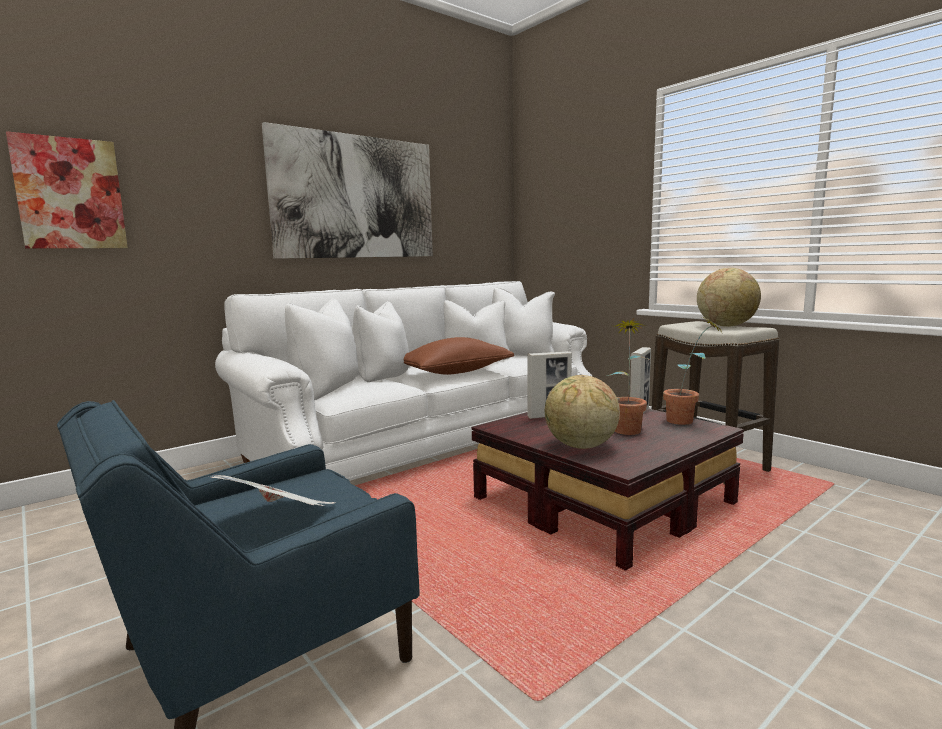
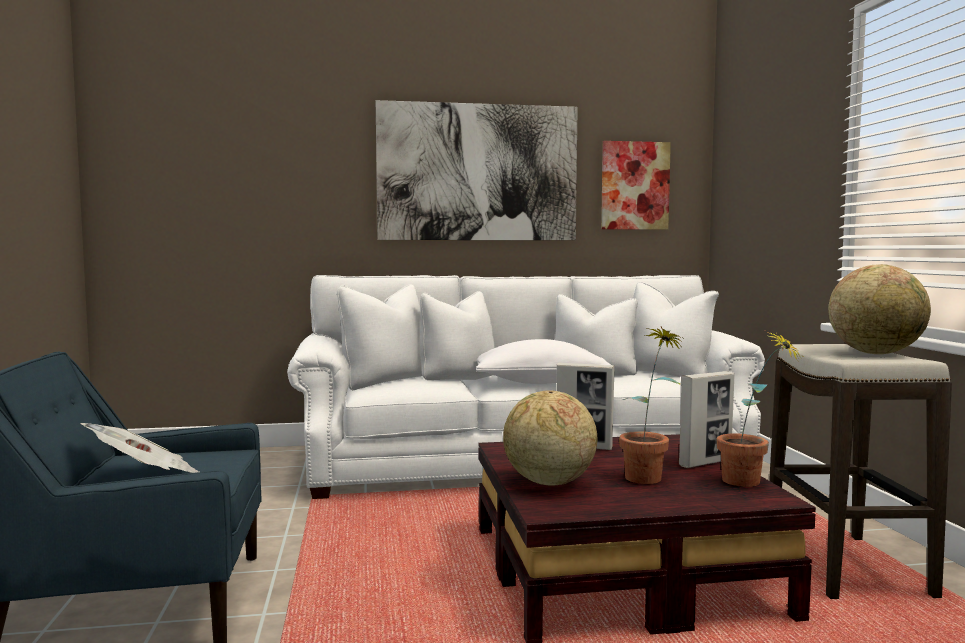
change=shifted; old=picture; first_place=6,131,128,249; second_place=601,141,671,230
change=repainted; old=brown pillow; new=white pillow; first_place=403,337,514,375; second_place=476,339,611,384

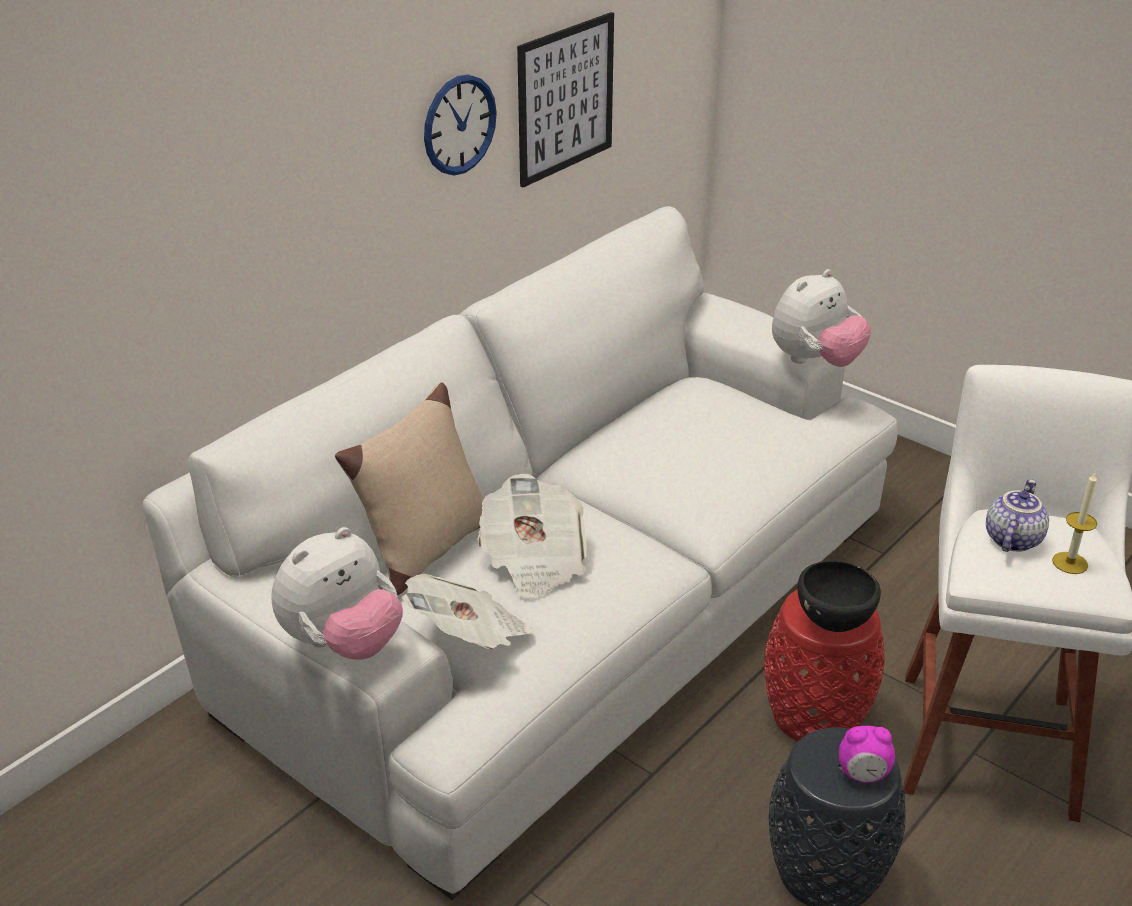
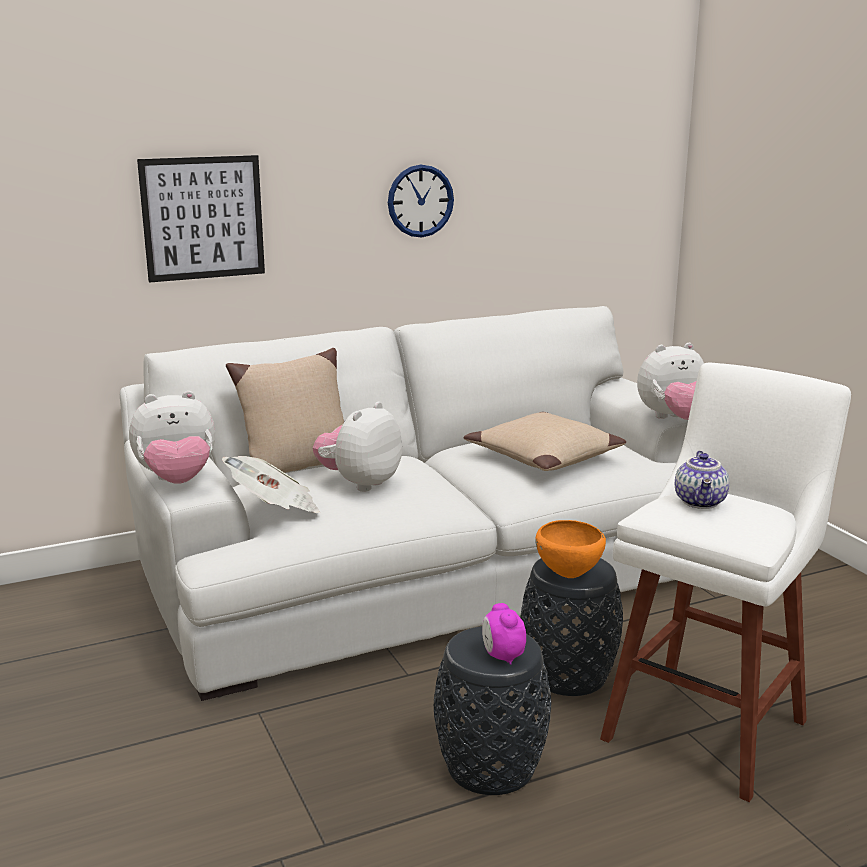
change=gone; old=candle; first_place=1052,473,1097,574
change=new; new=beige pillow; second_place=464,412,626,471
change=shifted; old=picture; first_place=517,12,614,188; second_place=137,155,265,283
change=swapped; old=newspaper; new=plush toy; first_place=478,474,587,599; second_place=313,402,402,492
change=repainted; old=red stool; new=black stool; first_place=764,590,885,741; second_place=521,558,623,696
change=repainted; old=black bowl; new=orange bowl; first_place=797,560,881,632; second_place=535,520,606,578
change=rotated; old=alarm clock; first_place=839,726,895,783; second_place=482,603,526,665; degrees=45
change=rotated; old=teapot; first_place=986,479,1049,552; second_place=675,451,729,509; degrees=135

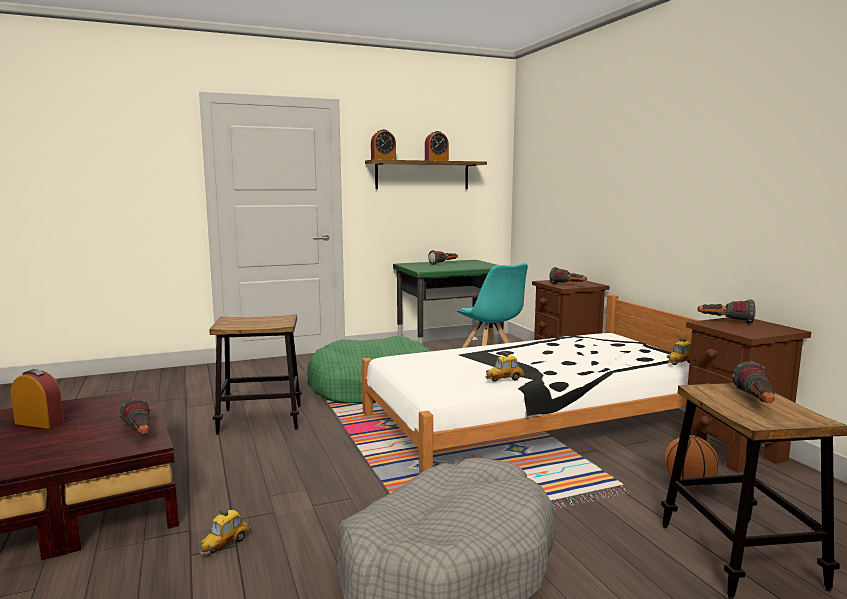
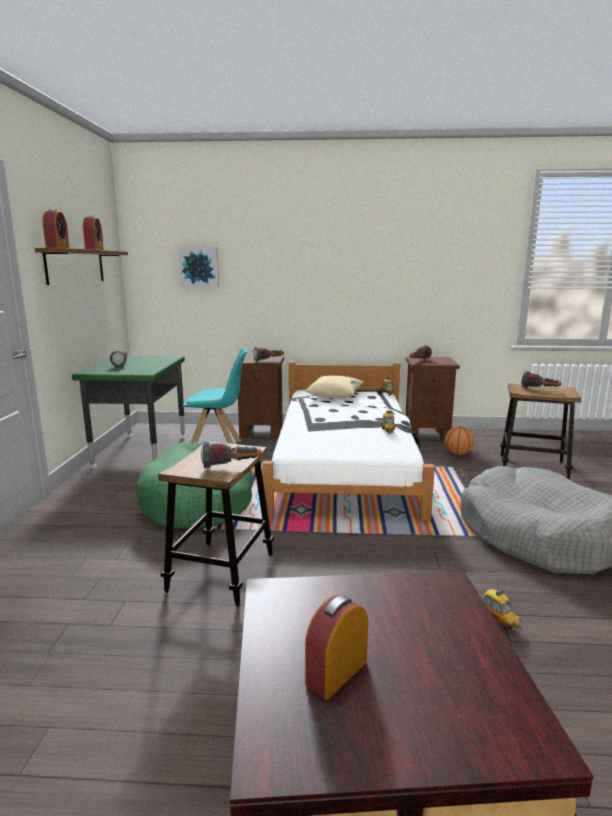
change=new; new=picture; second_place=178,247,219,287
change=new; new=beige pillow; second_place=305,375,363,398
change=shifted; old=flashlight; first_place=119,398,151,434; second_place=201,442,262,468

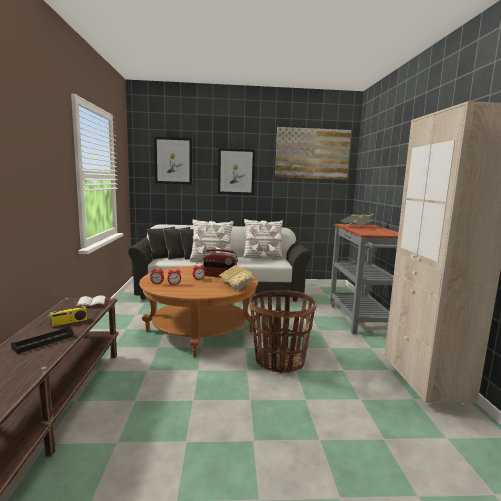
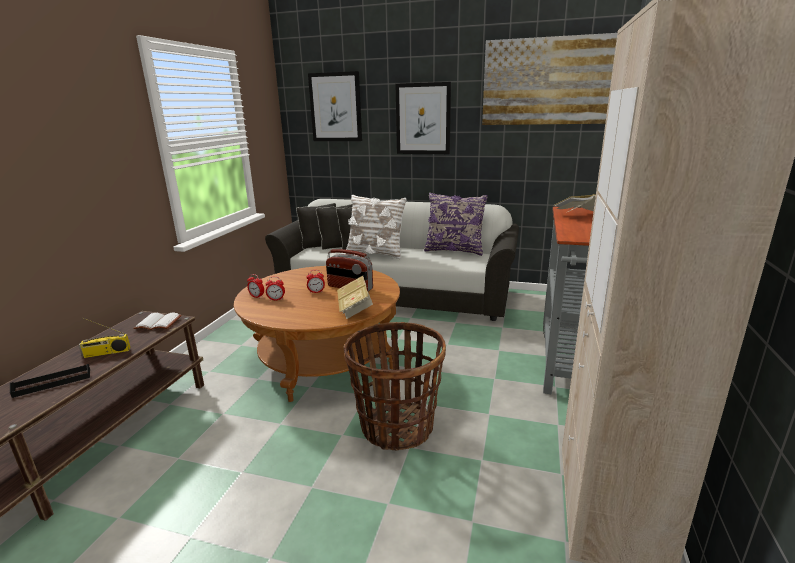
change=repainted; old=white pillow; new=purple pillow; first_place=243,219,283,259; second_place=424,193,488,256

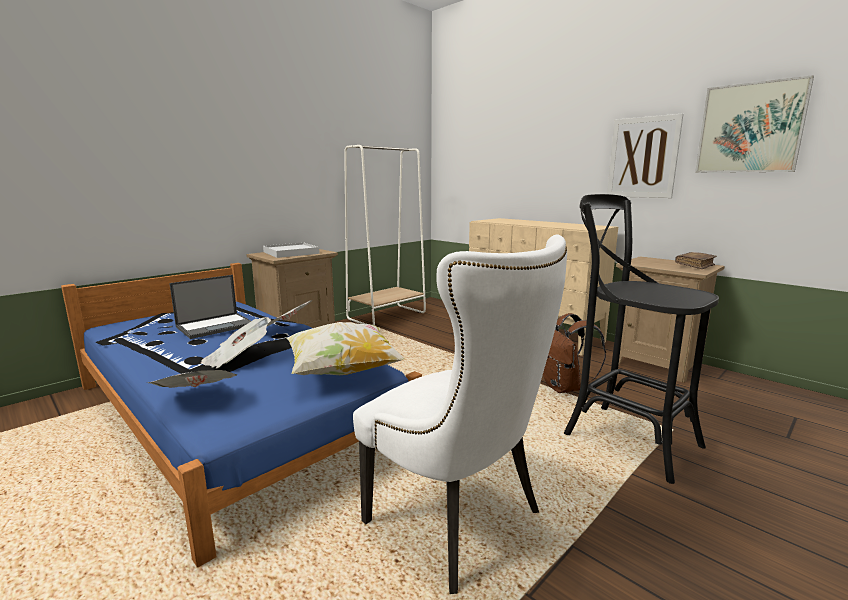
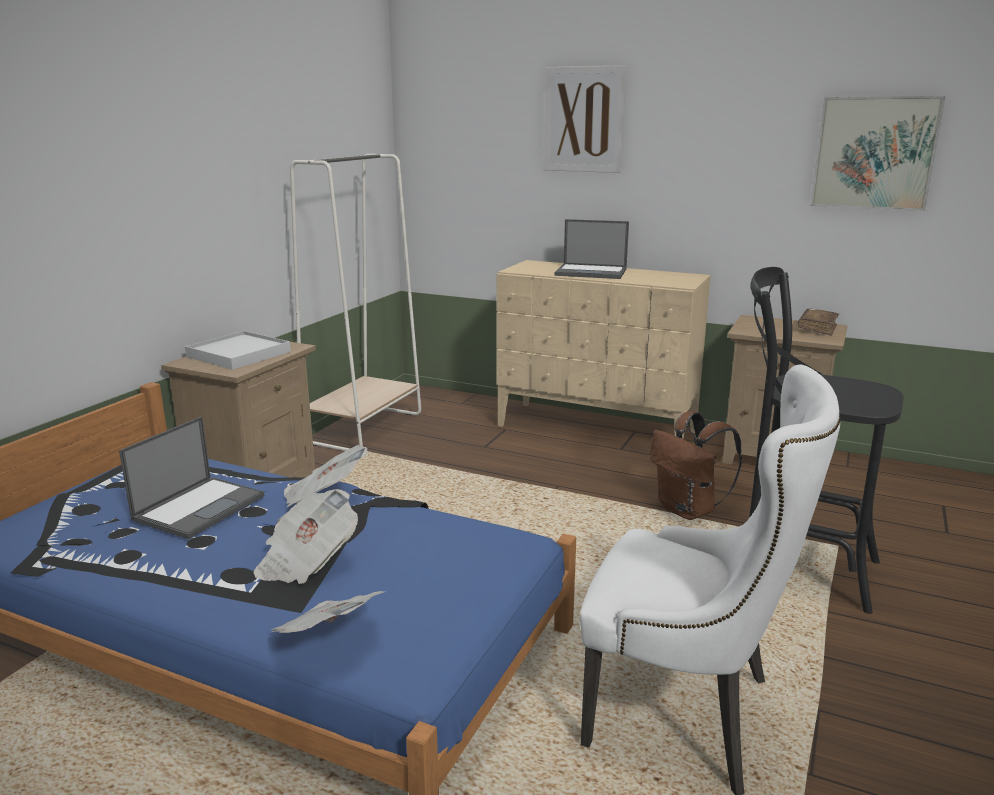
change=gone; old=pillow; first_place=287,322,405,375
change=new; new=laptop; second_place=554,219,629,279
change=shifted; old=picture; first_place=607,113,684,198; second_place=544,65,626,173

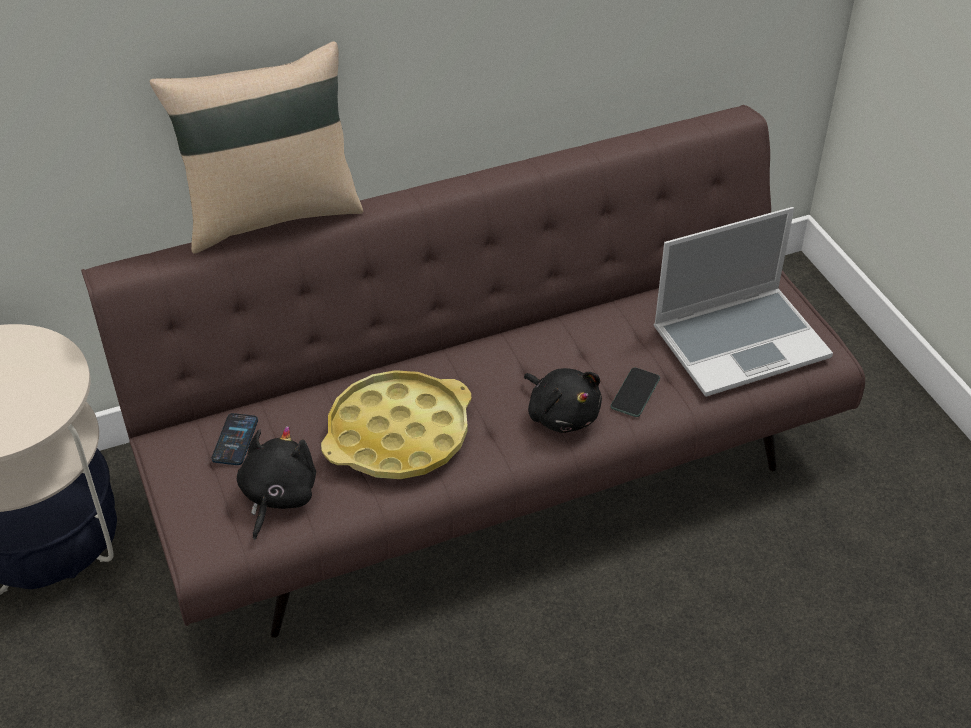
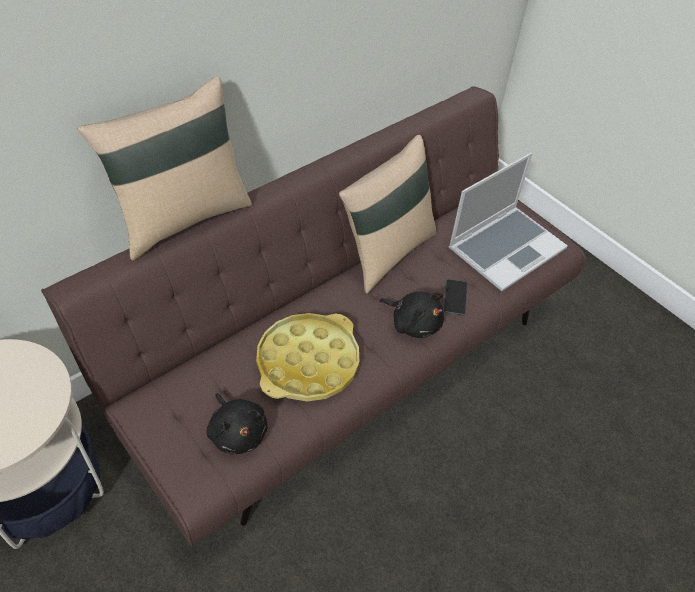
change=gone; old=phone; first_place=211,413,258,465
change=new; new=beige pillow; second_place=339,135,436,294
change=rotated; old=black plush toy; first_place=237,426,316,540; second_place=207,393,268,455; degrees=150

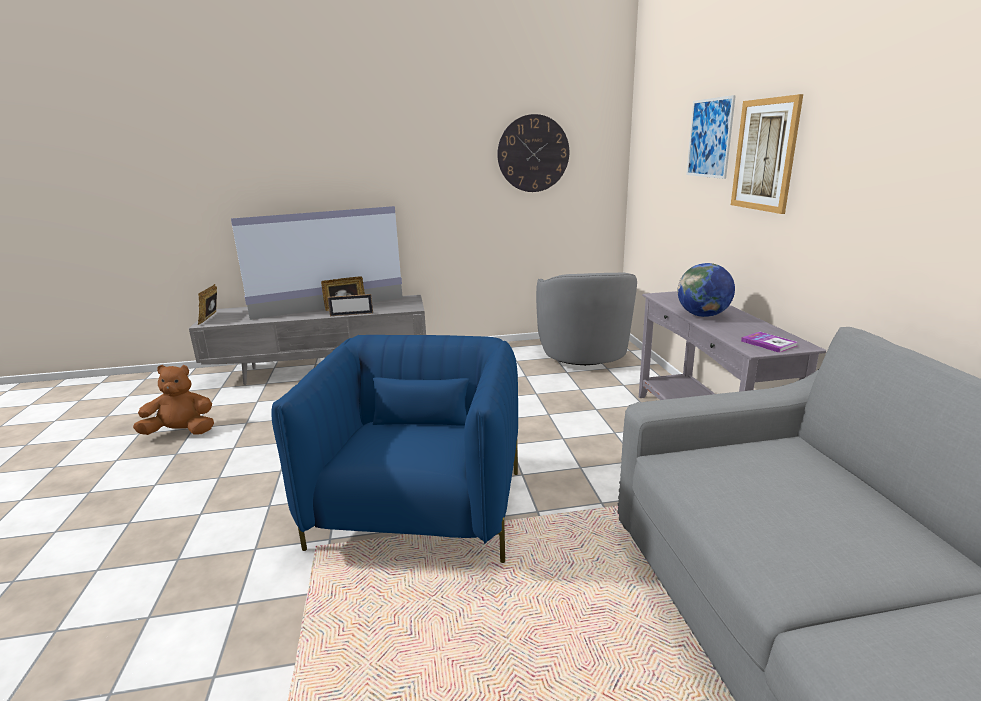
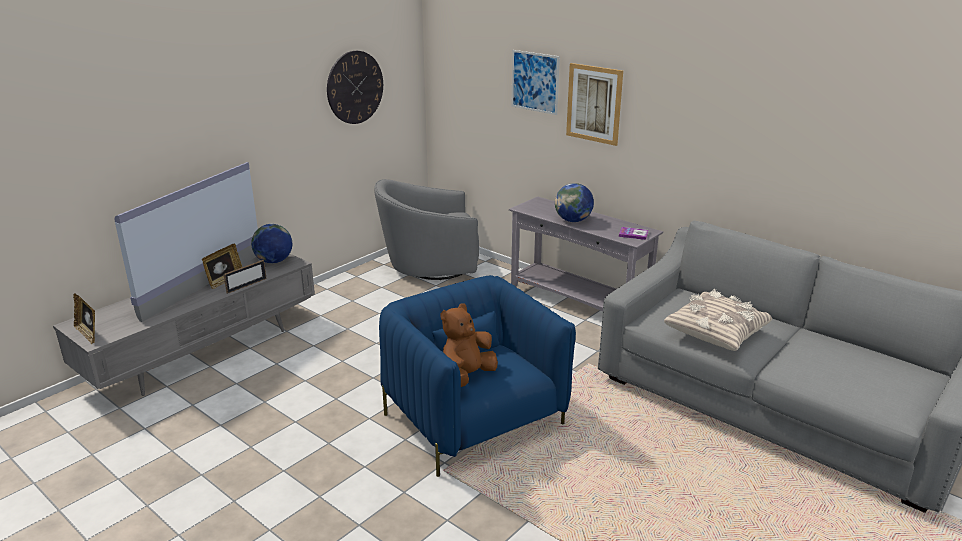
change=new; new=globe; second_place=251,224,292,263
change=new; new=beige pillow; second_place=664,289,772,351
change=shifted; old=brown plush toy; first_place=133,365,214,435; second_place=441,304,498,387
change=rotated; old=grey armchair; first_place=536,273,637,366; second_place=374,179,479,280; degrees=120

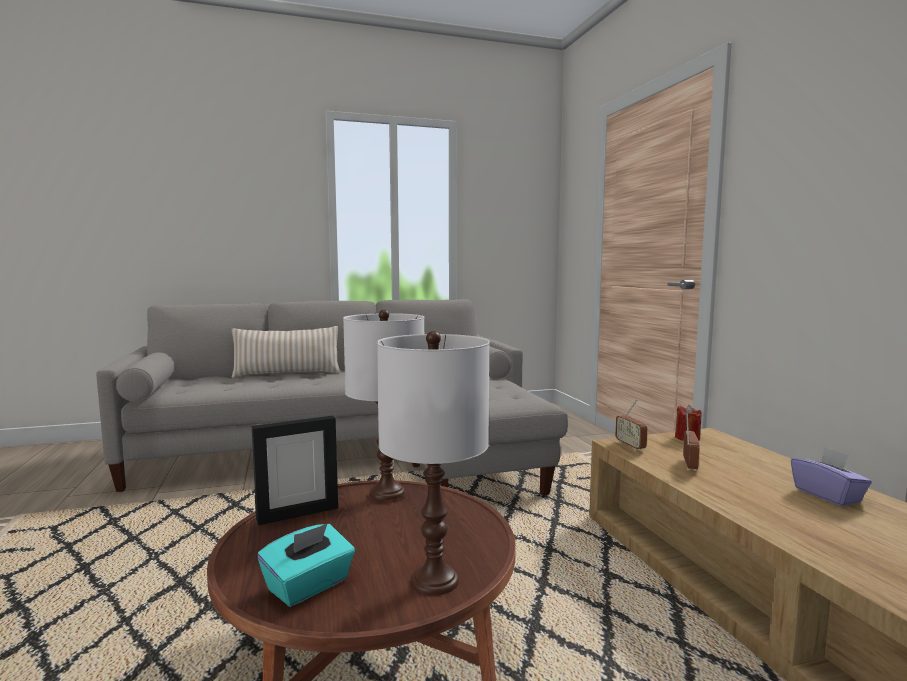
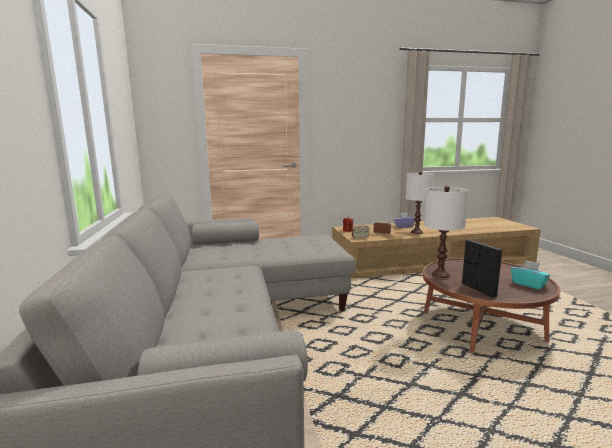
change=gone; old=beige pillow; first_place=231,326,340,378
change=shifted; old=white table lamp; first_place=377,331,490,596; second_place=406,171,434,234

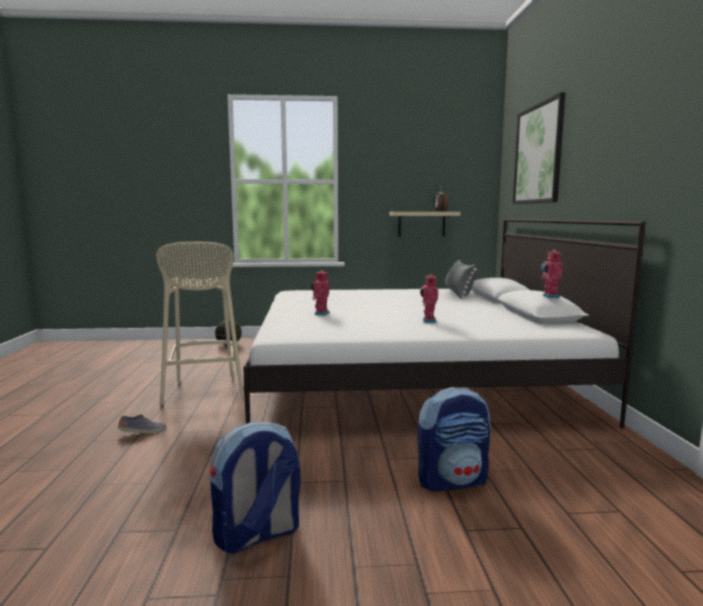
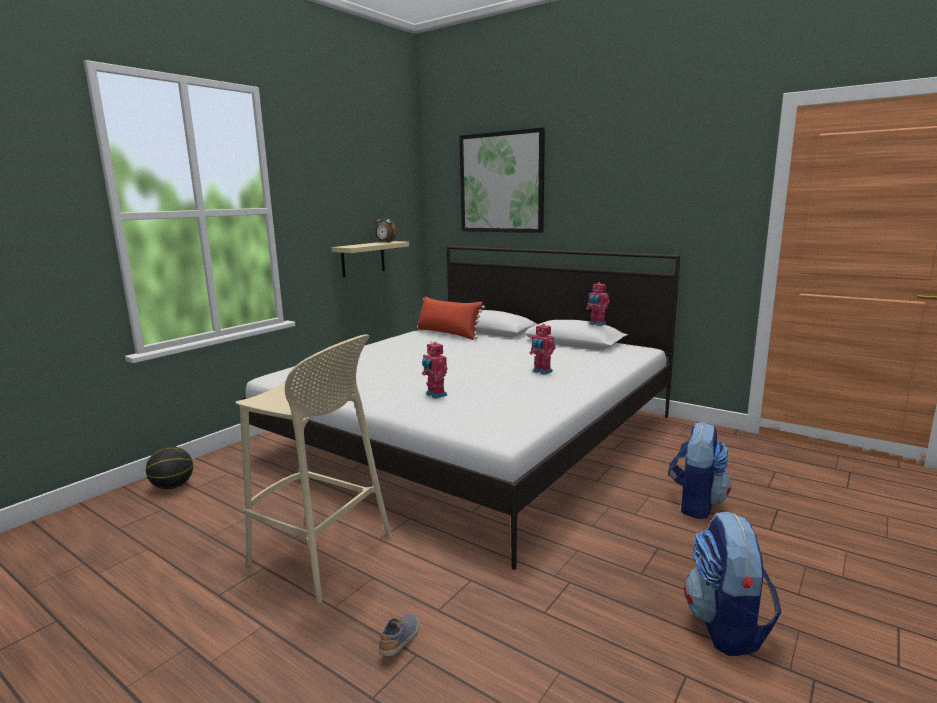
change=repainted; old=grey pillow; new=red pillow; first_place=445,260,477,299; second_place=417,296,485,340

